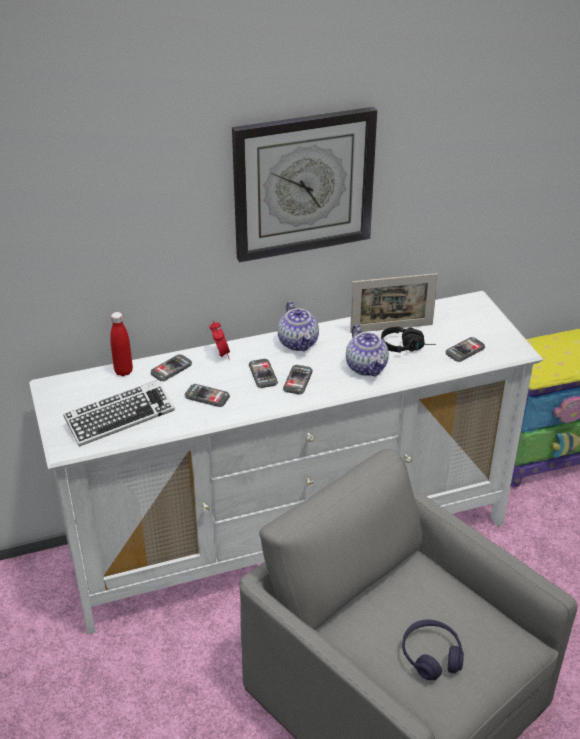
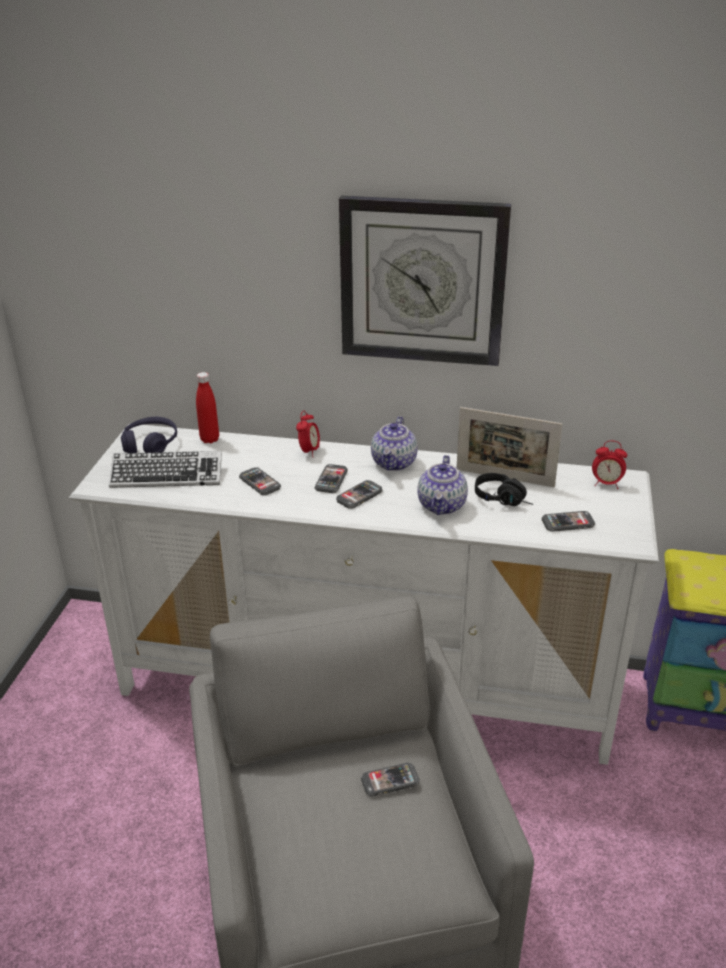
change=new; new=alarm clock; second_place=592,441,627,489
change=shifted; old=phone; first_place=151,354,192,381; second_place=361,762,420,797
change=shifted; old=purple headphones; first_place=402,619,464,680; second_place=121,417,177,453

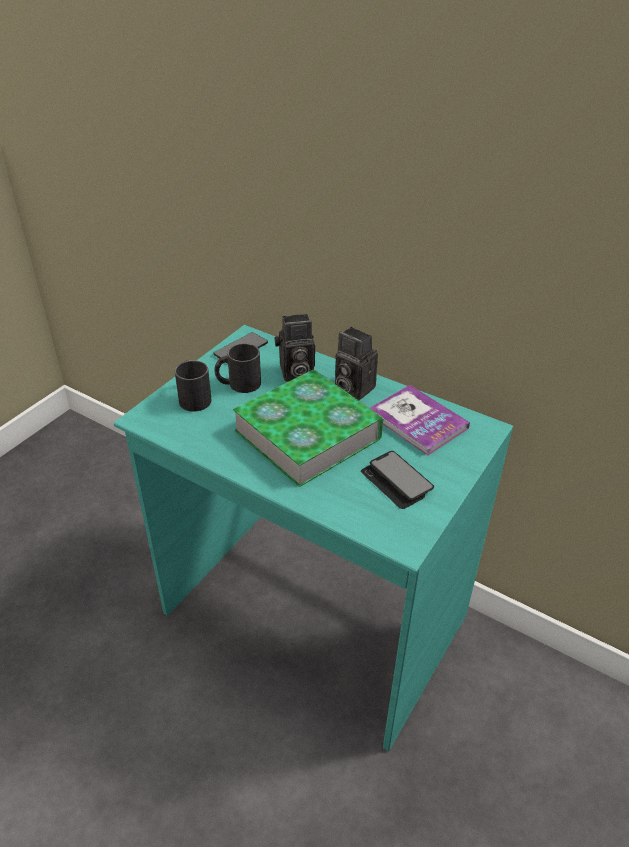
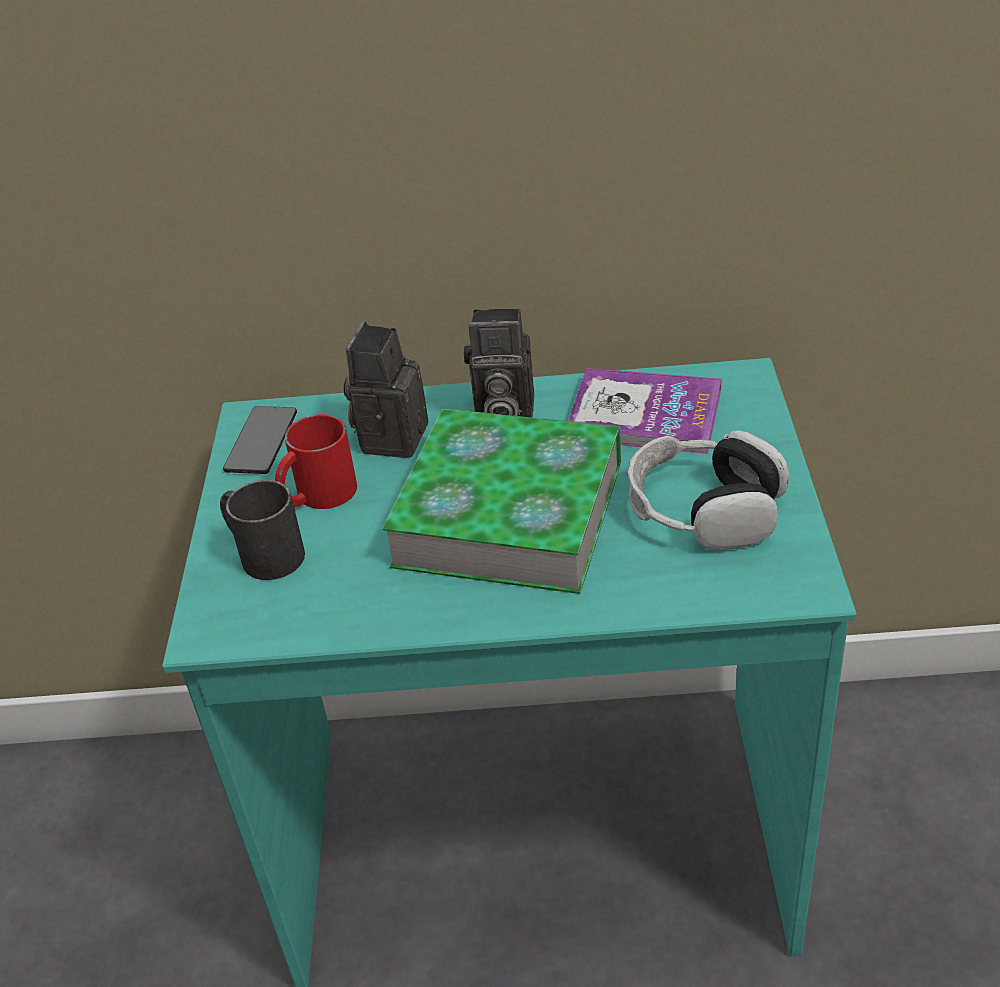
change=swapped; old=phone; new=headphones; first_place=361,451,434,509; second_place=628,430,789,550
change=repainted; old=black mug; new=red mug; first_place=214,343,261,393; second_place=275,414,357,509
change=rotated; old=photo camera; first_place=274,314,315,381; second_place=343,321,428,458; degrees=150

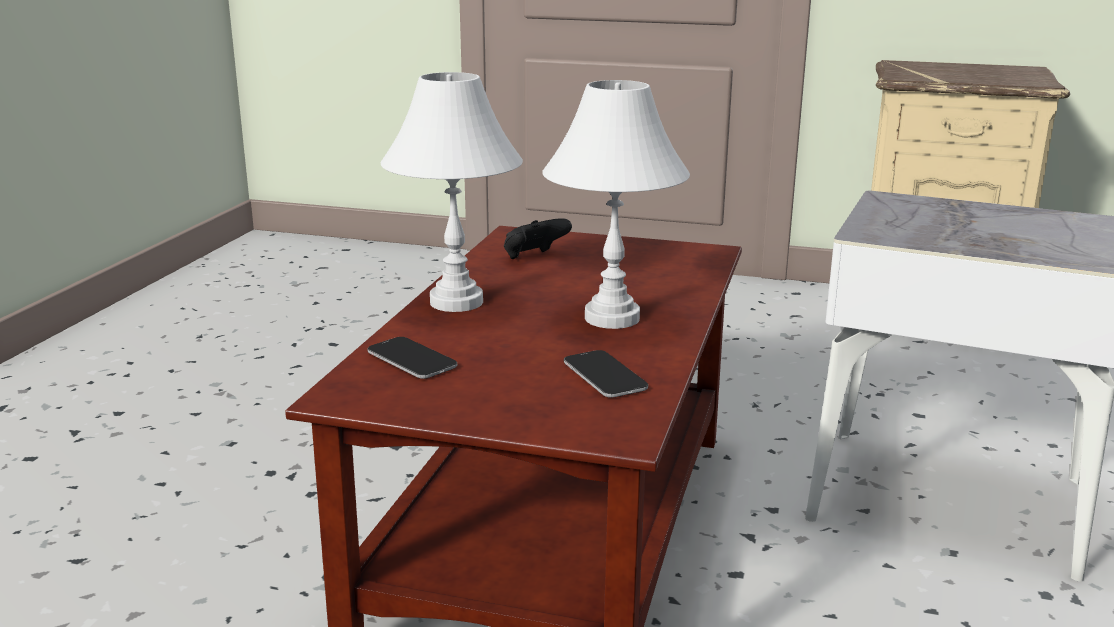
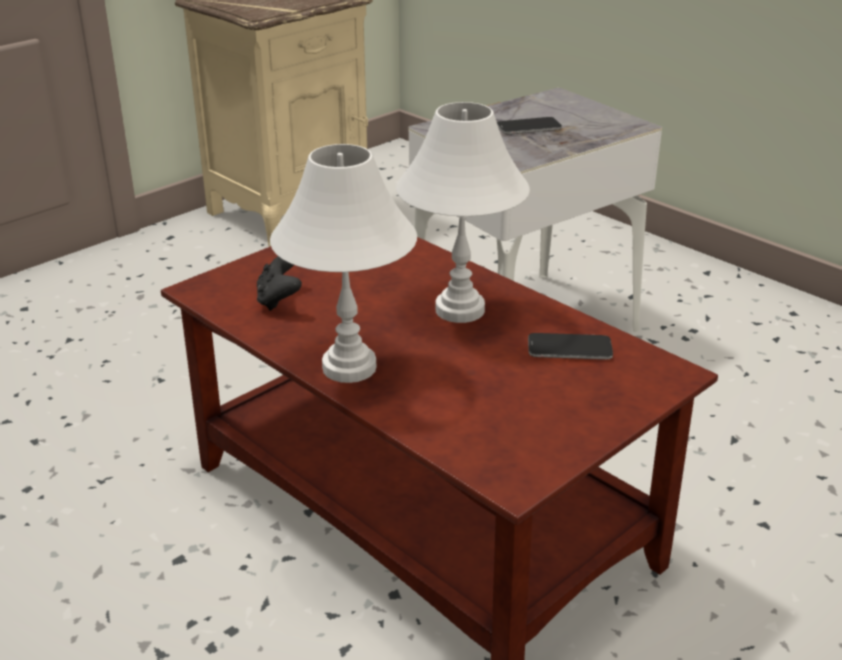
change=shifted; old=phone; first_place=367,337,457,379; second_place=497,117,562,134

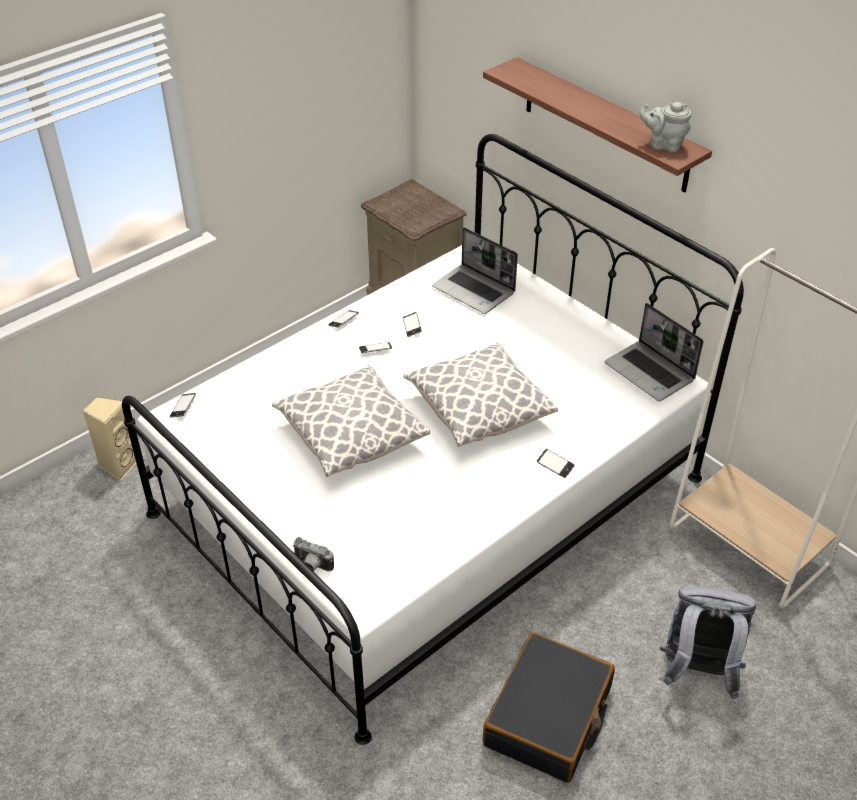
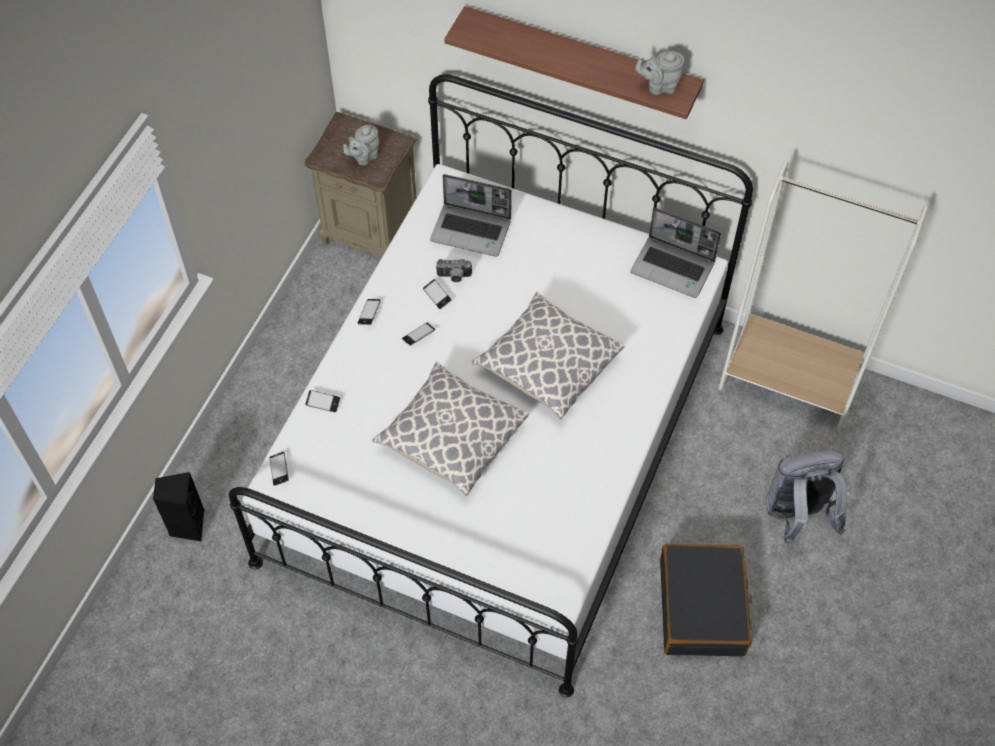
change=new; new=grey teapot; second_place=343,125,379,166
change=shifted; old=photo camera; first_place=292,537,334,572; second_place=436,259,472,282
change=shifted; old=phone; first_place=537,449,575,478; second_place=305,390,340,412
change=repainted; old=beige speaker; new=black speaker; first_place=82,396,136,481; second_place=153,472,205,541

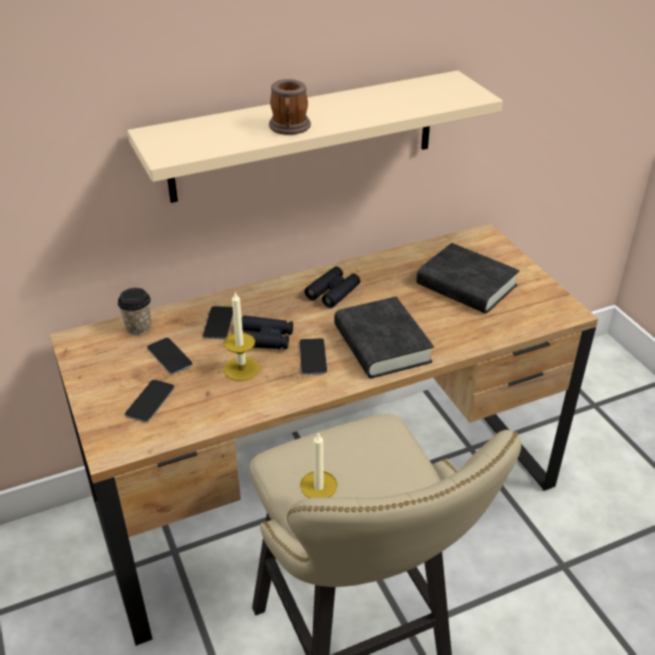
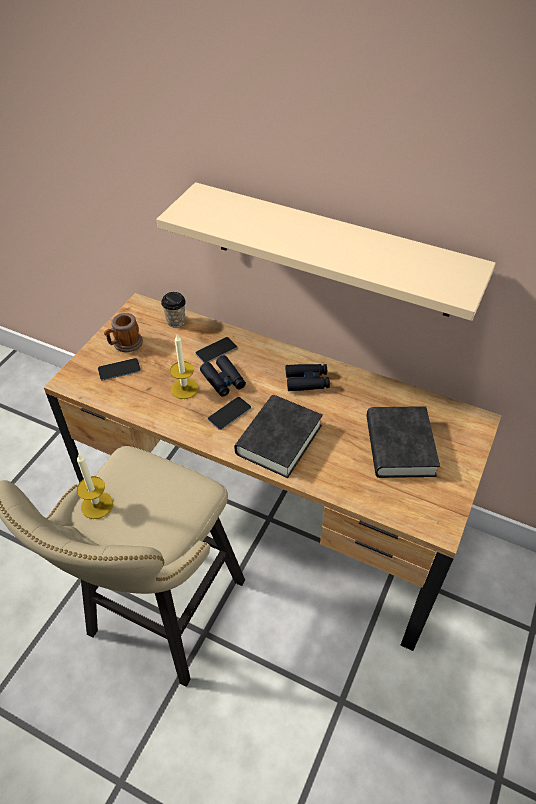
change=gone; old=phone; first_place=147,338,193,374
change=shifted; old=mug; first_place=269,79,311,135; second_place=104,313,143,352

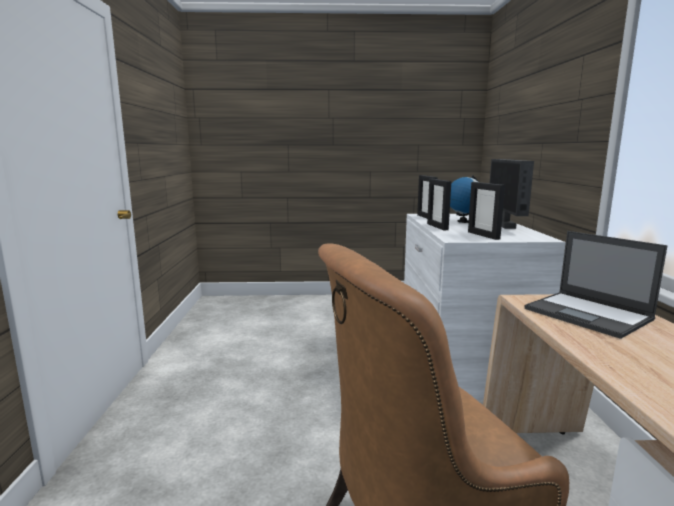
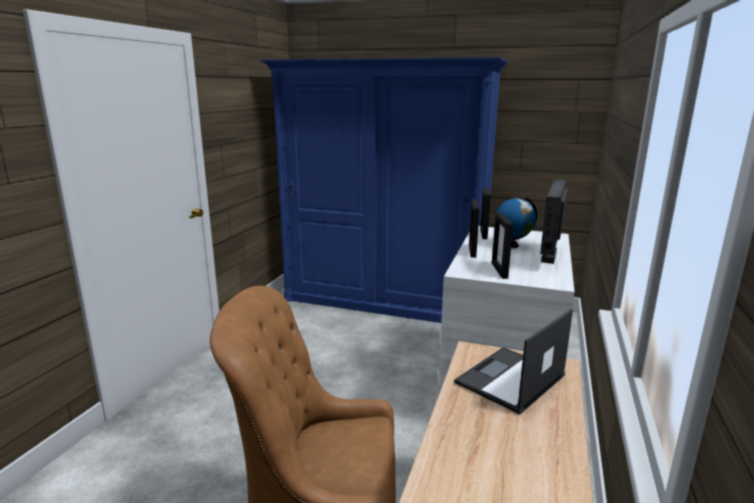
change=new; new=blue wardrobe; second_place=260,57,509,323
change=rotated; old=laptop; first_place=525,231,668,339; second_place=454,309,573,414; degrees=60

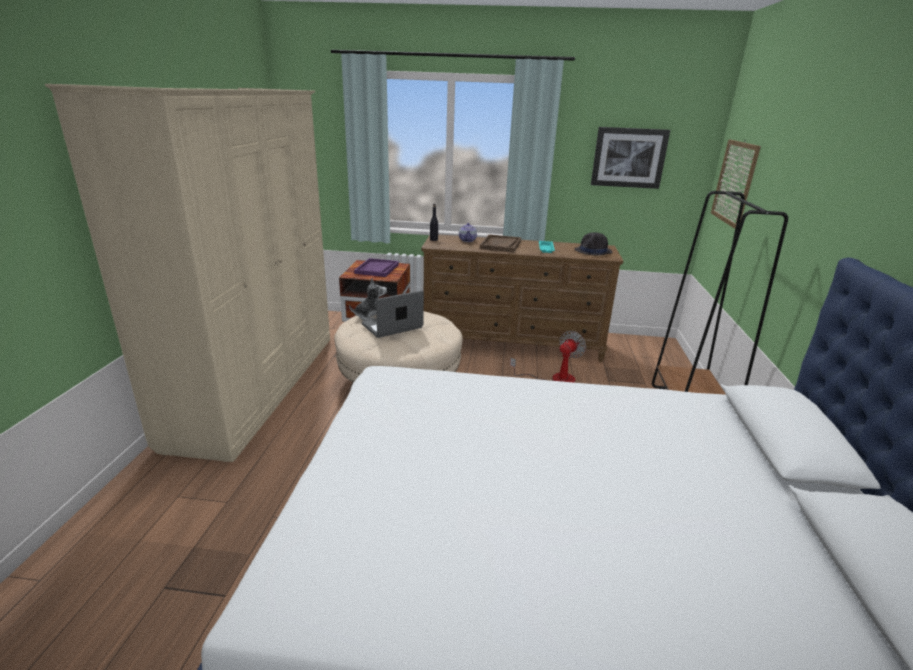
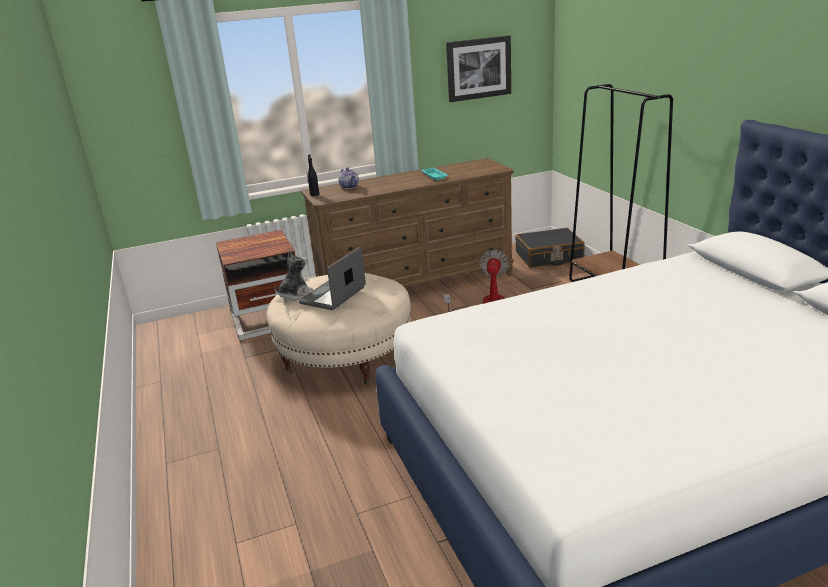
change=gone; old=beige wardrobe; first_place=45,84,330,462
change=gone; old=purple tray; first_place=354,258,399,277
change=gone; old=brown tray; first_place=480,234,521,253
change=gone; old=black hat; first_place=574,232,613,256
change=gone; old=picture; first_place=711,139,761,229
change=new; new=black suitcase; second_place=515,228,585,268

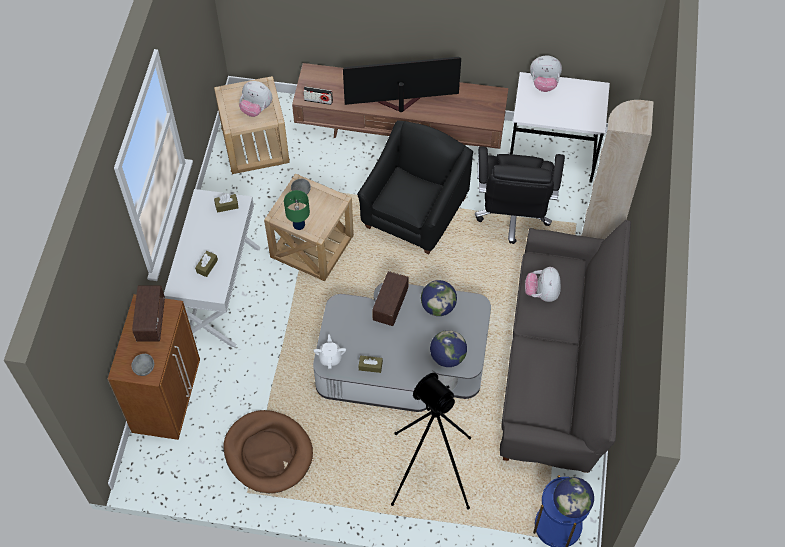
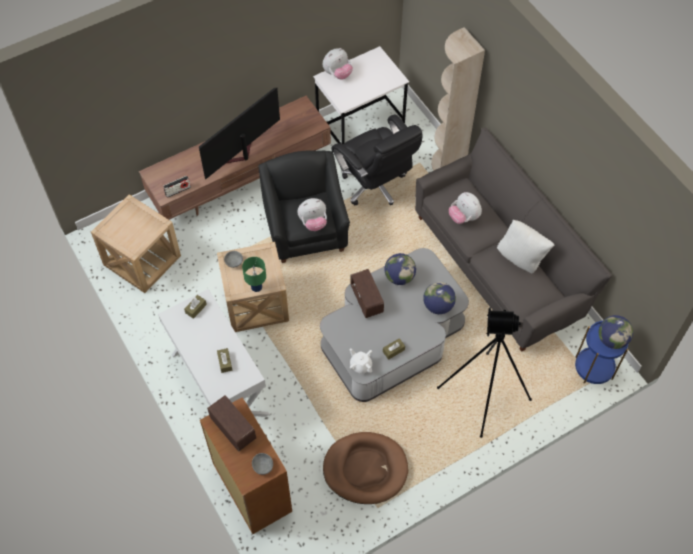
change=new; new=white pillow; second_place=497,220,554,273
change=shifted; old=plush toy; first_place=239,81,272,117; second_place=297,198,327,231

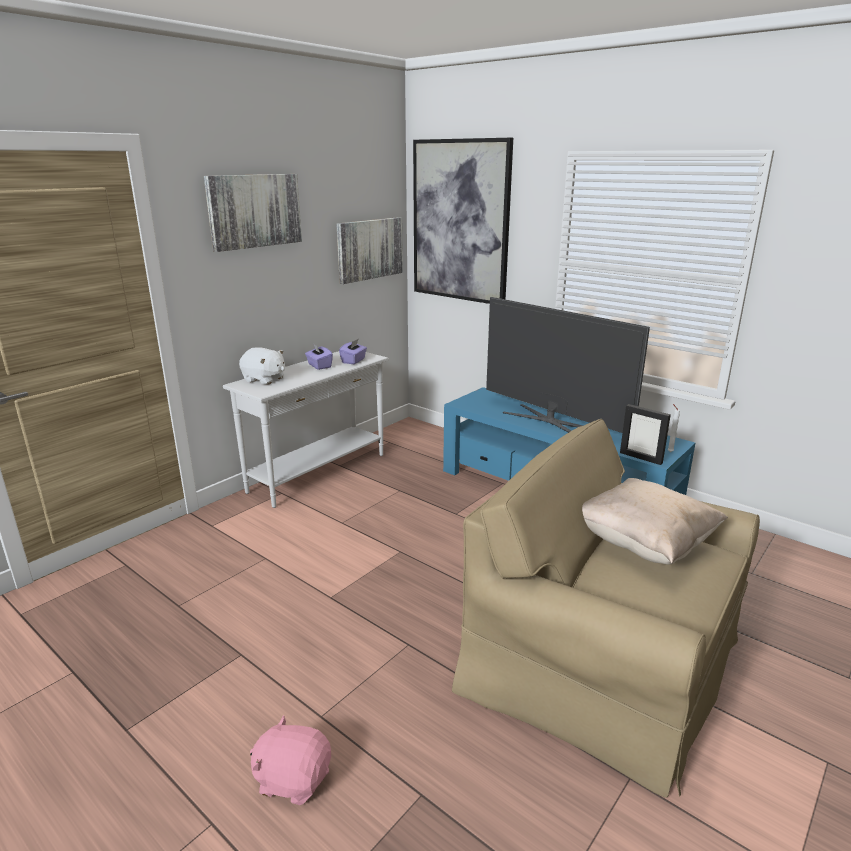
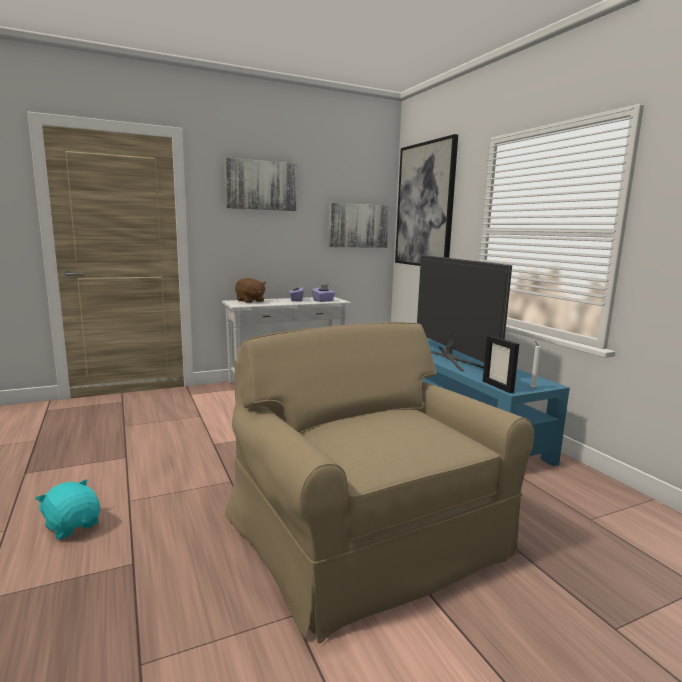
change=gone; old=beige pillow; first_place=582,478,728,565
change=repainted; old=white plush toy; new=brown plush toy; first_place=239,347,285,385; second_place=235,278,266,303
change=repainted; old=pink plush toy; new=turquoise plush toy; first_place=250,715,331,805; second_place=35,479,100,540

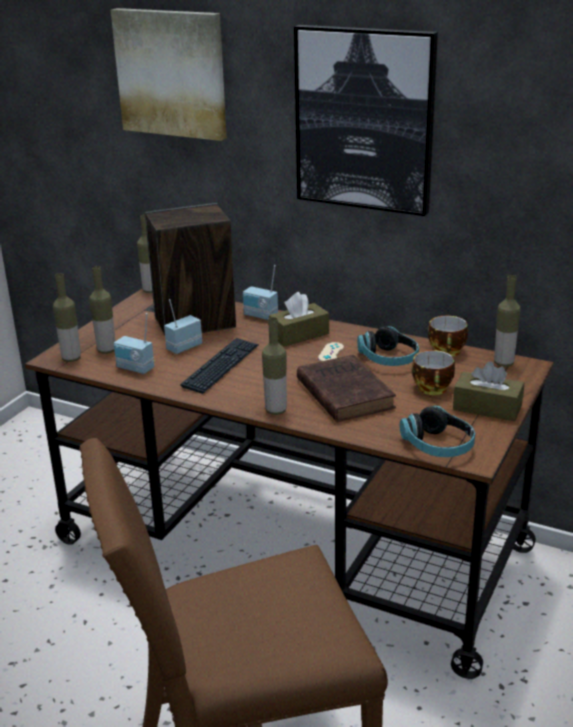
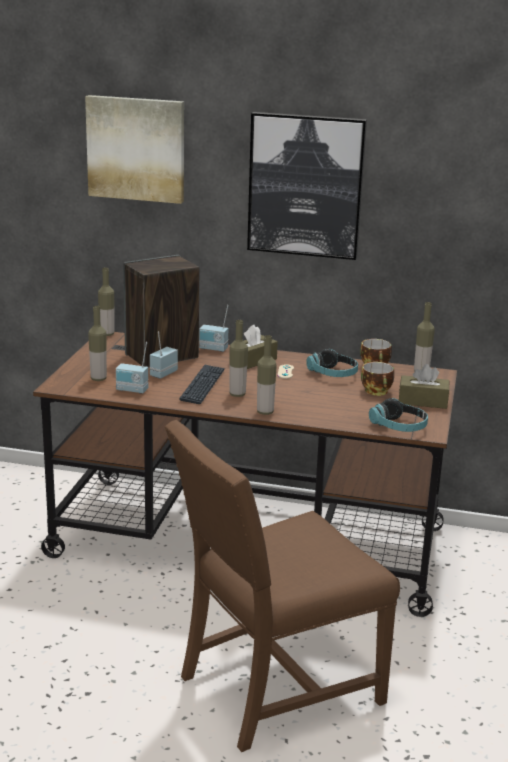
change=gone; old=brown book; first_place=297,355,396,422
change=shifted; old=bottle; first_place=53,273,81,362; second_place=229,320,248,397

